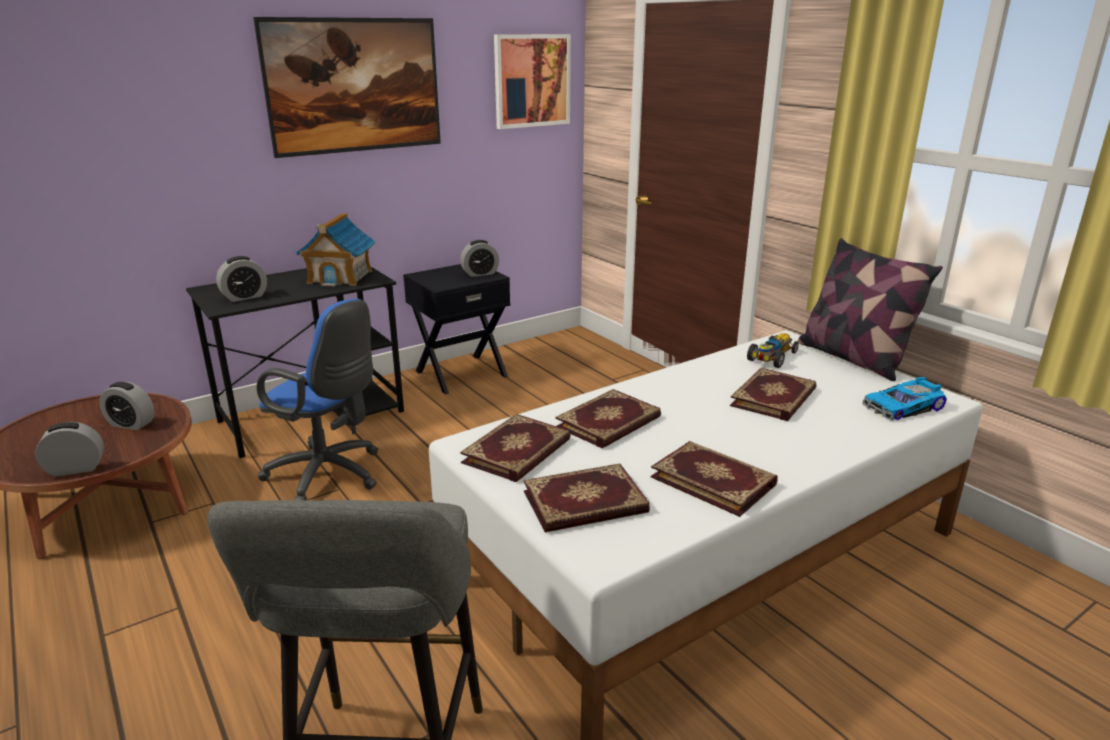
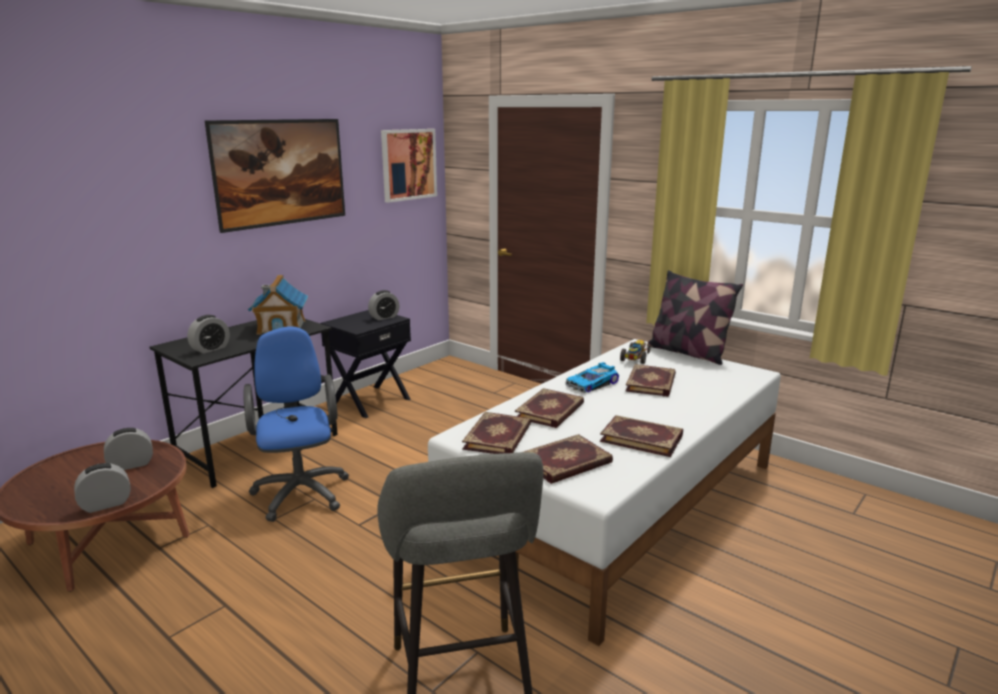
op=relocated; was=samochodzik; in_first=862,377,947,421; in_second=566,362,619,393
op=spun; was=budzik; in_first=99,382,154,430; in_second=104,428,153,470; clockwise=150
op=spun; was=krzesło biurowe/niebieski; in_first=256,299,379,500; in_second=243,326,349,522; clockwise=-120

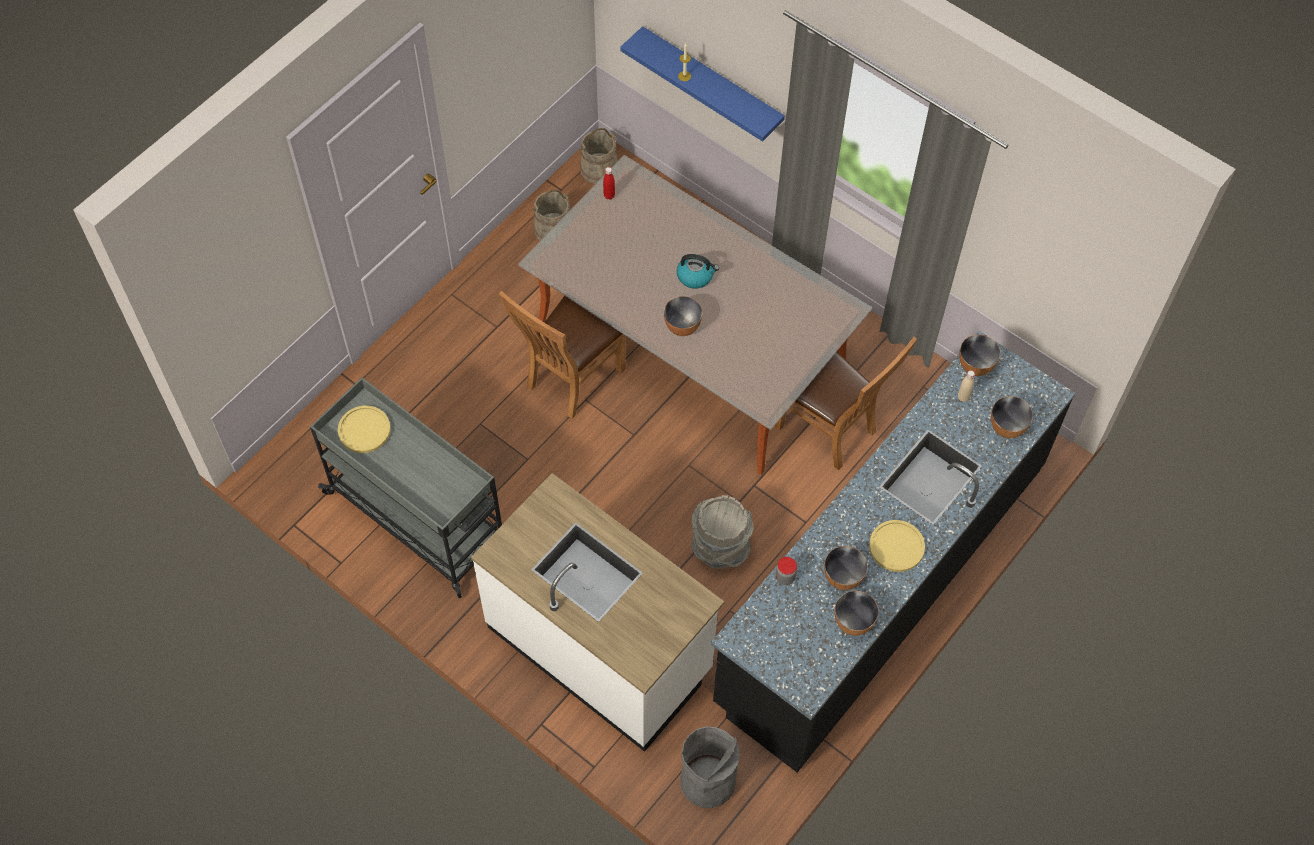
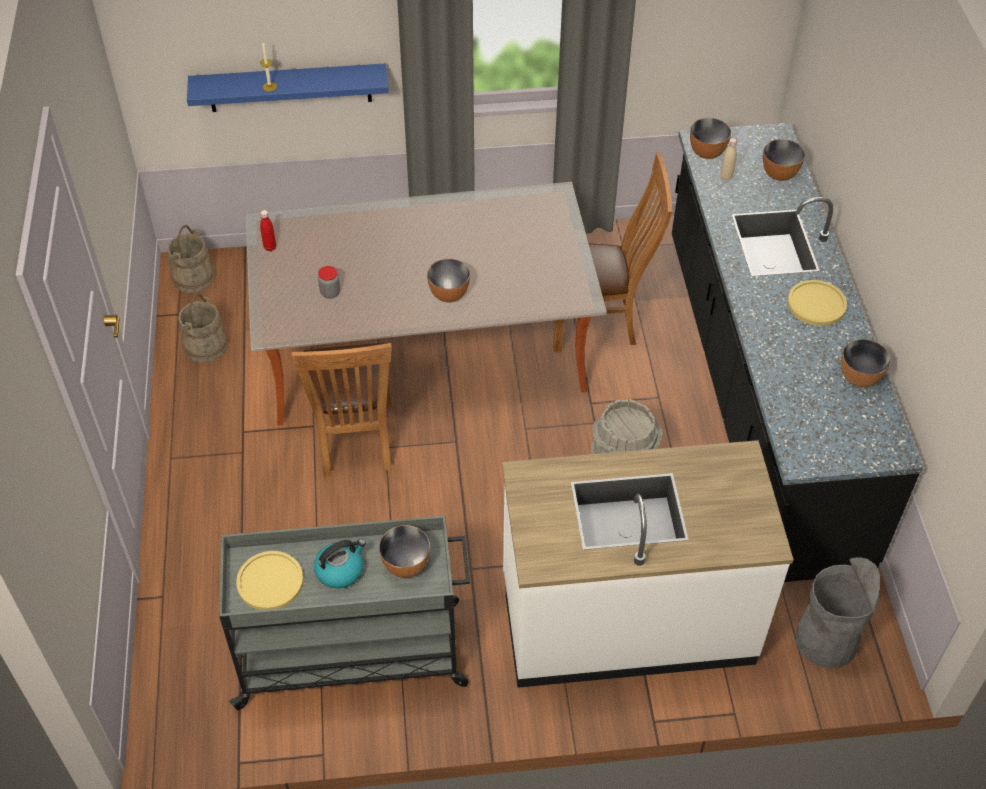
op=relocated; was=czajnik; in_first=677,254,719,289; in_second=314,539,366,589
op=relocated; was=słoik; in_first=775,557,797,585; in_second=318,266,340,298
op=relocated; was=miska; in_first=824,546,868,590; in_second=379,525,430,578

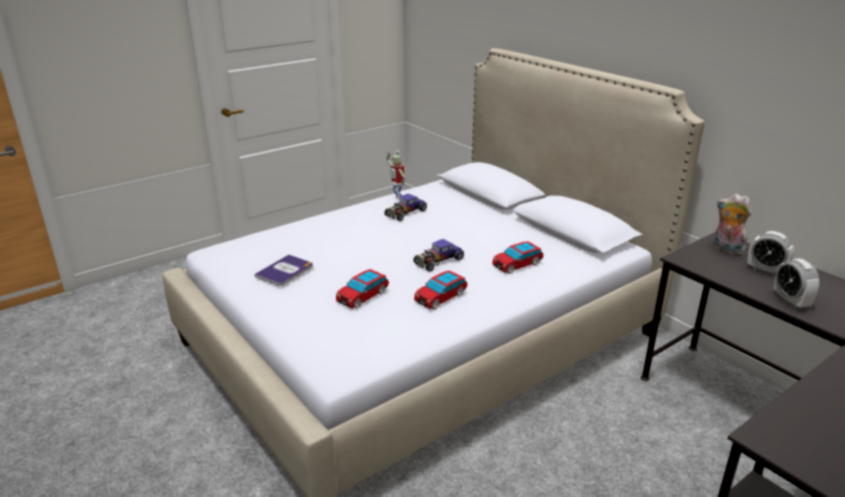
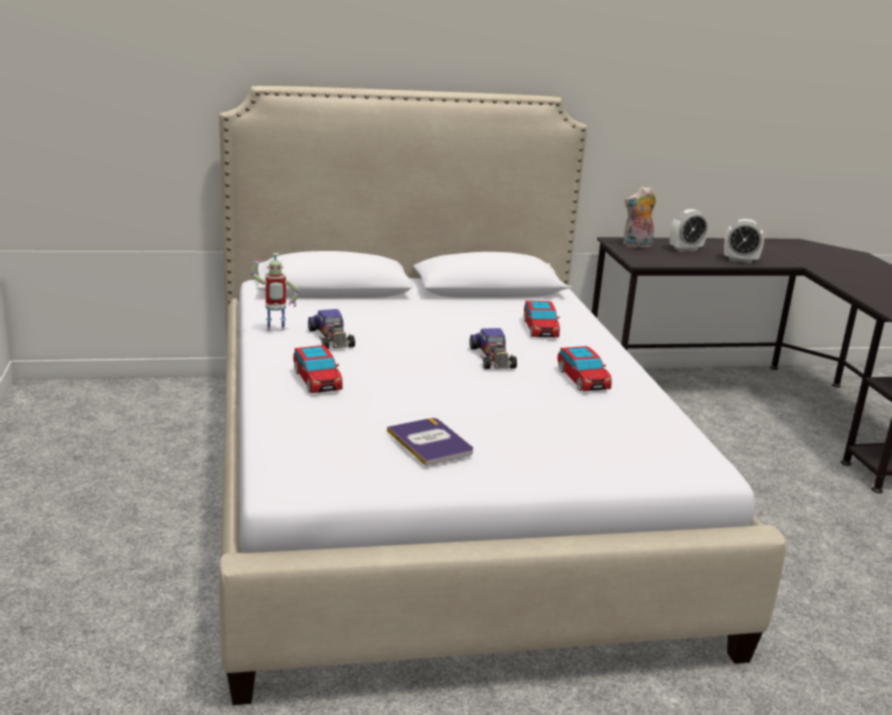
op=relocated; was=samochodzik; in_first=336,269,389,309; in_second=293,345,343,393

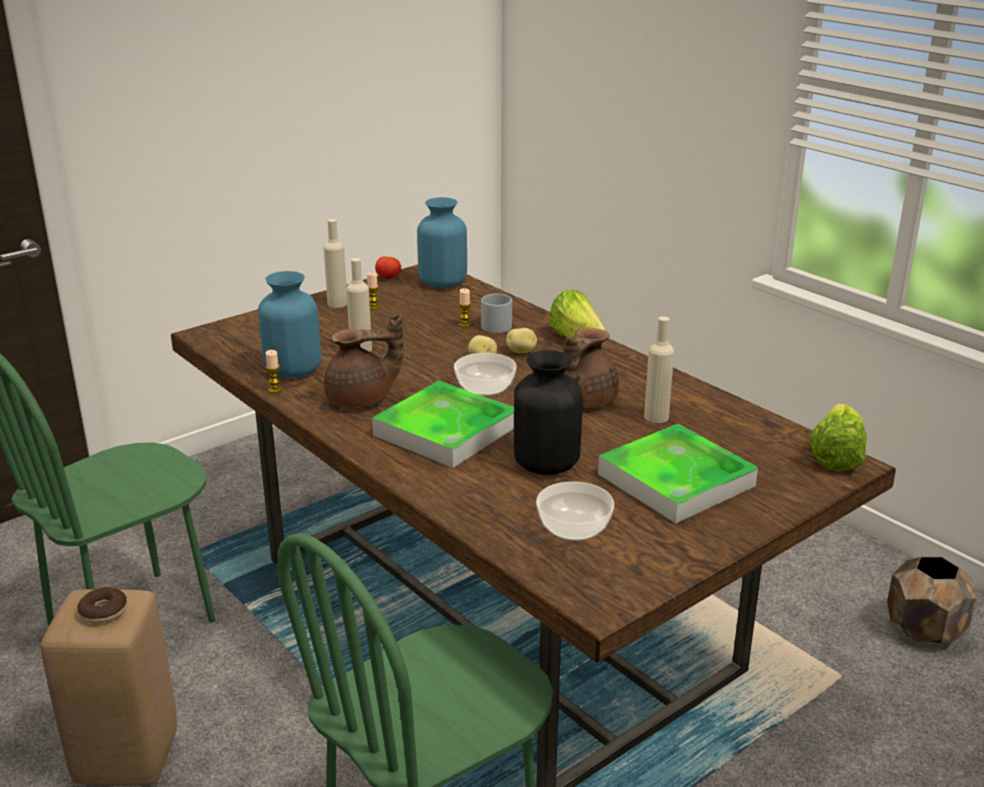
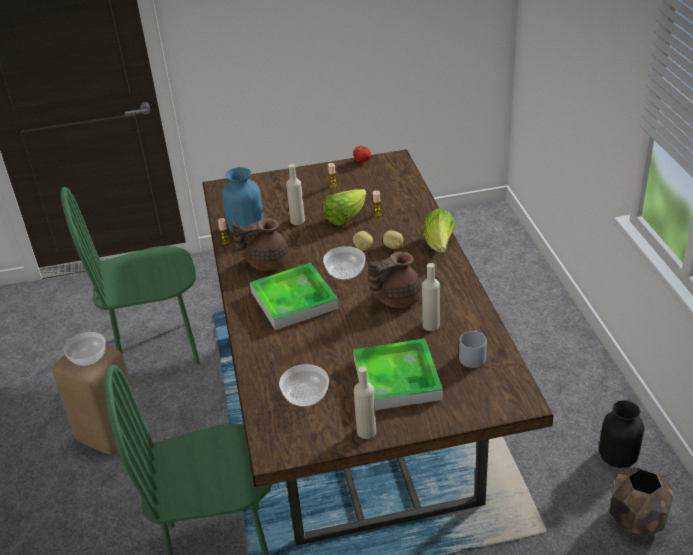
op=missing; was=wazon/niebieski; in_first=417,197,467,288
op=relocated; was=butelka/beżowy; in_first=323,219,347,308; in_second=354,366,376,439
op=relocated; was=kubek/szary; in_first=481,294,512,333; in_second=459,331,487,368
op=relocated; was=wazon/czarny; in_first=514,350,583,475; in_second=599,400,644,468
op=relocated; was=sałata; in_first=809,404,867,471; in_second=323,189,366,225
op=exchanged; was=donut; now=miska; in_first=77,587,127,623; in_second=64,332,106,367
op=spun; was=imbryk/brązowy; in_first=324,314,403,407; in_second=232,218,289,271; clockwise=150

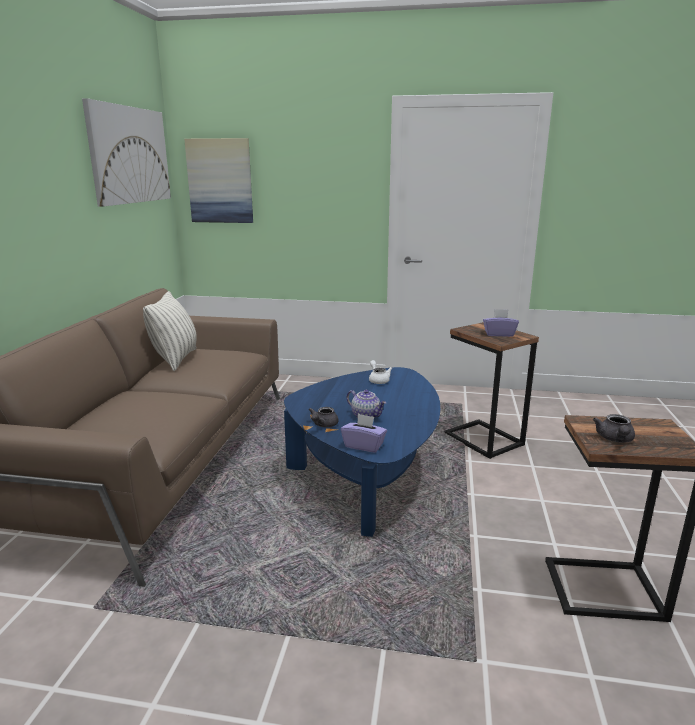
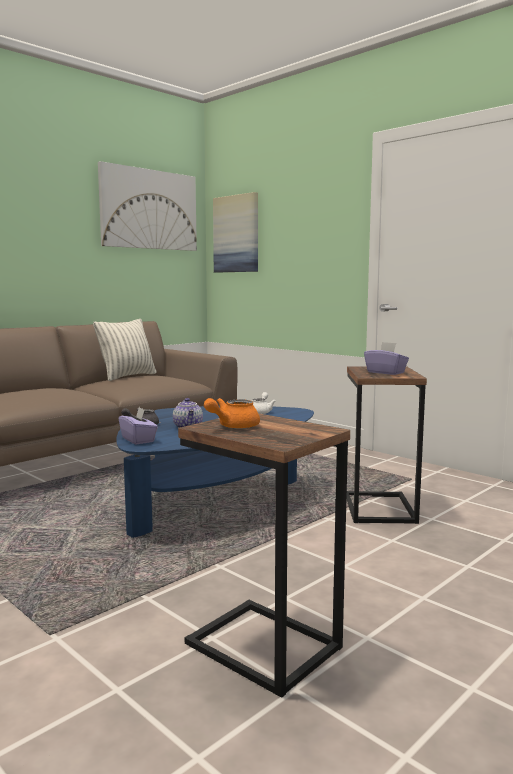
op=colour; was=imbryk/szary; now=imbryk/pomarańczowy; in_first=593,414,635,443; in_second=204,398,260,429

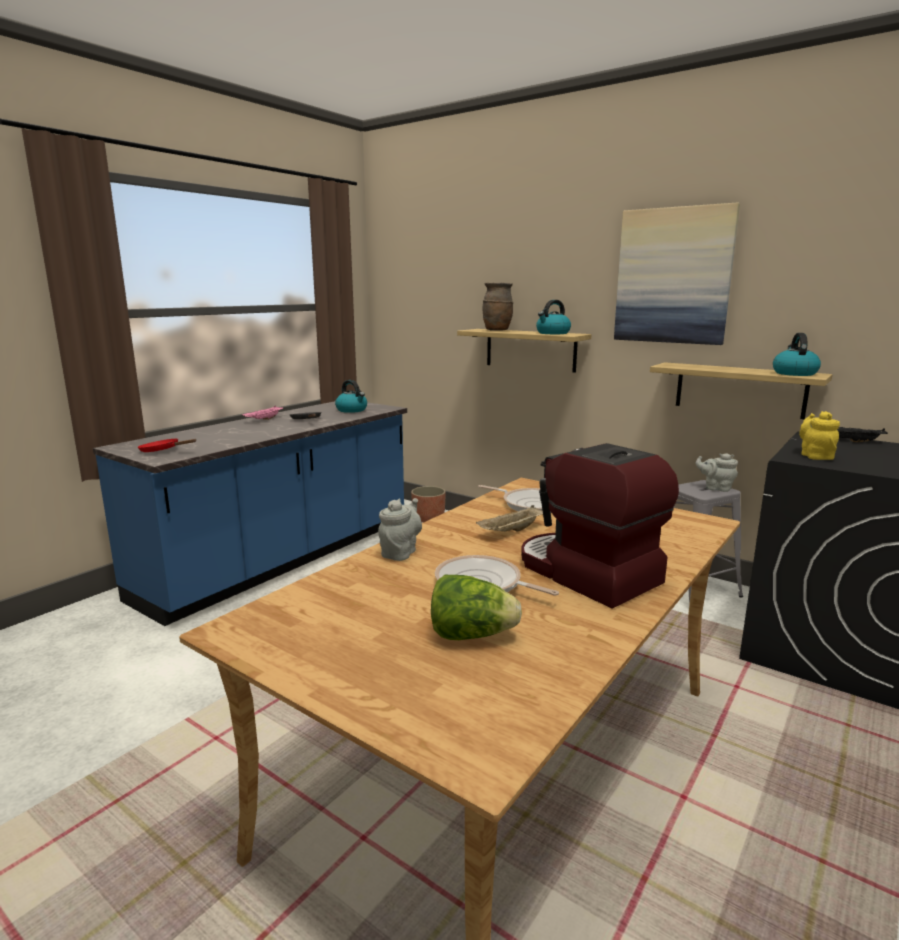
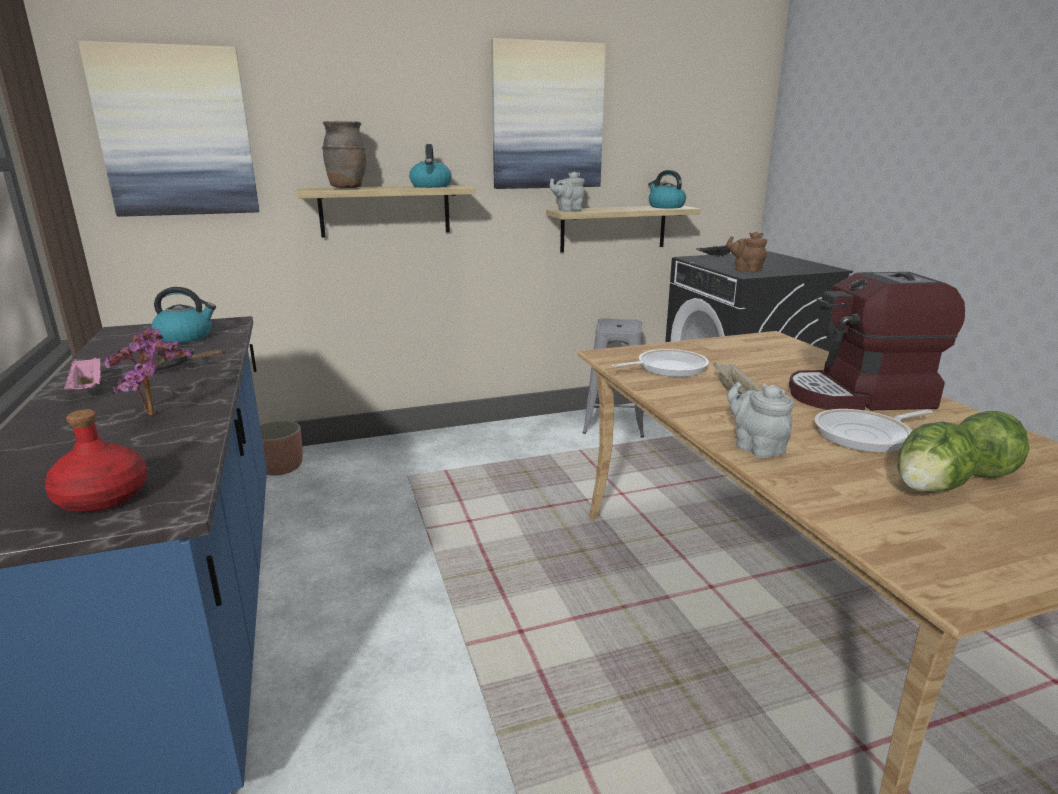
op=appeared; now=obraz; in_second=78,41,259,217
op=appeared; now=roślina doniczkowa; in_second=104,327,191,415
op=appeared; now=sałata; in_second=897,421,983,493
op=relocated; was=imbryk/szary; in_first=696,453,738,492; in_second=550,172,585,212
op=exchanged; was=patelnia/czerwony; now=butelka/czerwony; in_first=138,439,196,452; in_second=45,409,148,512
op=colour; was=imbryk/żółty; now=imbryk/brązowy; in_first=799,411,840,460; in_second=727,232,767,272

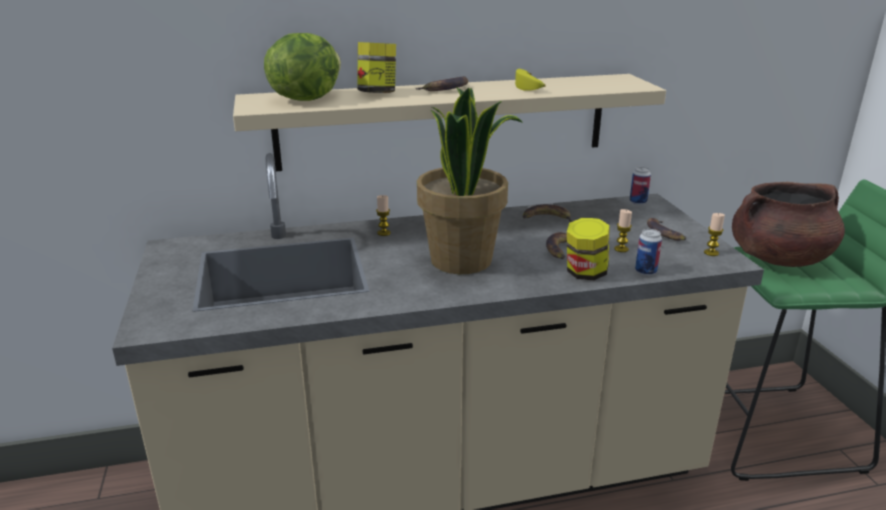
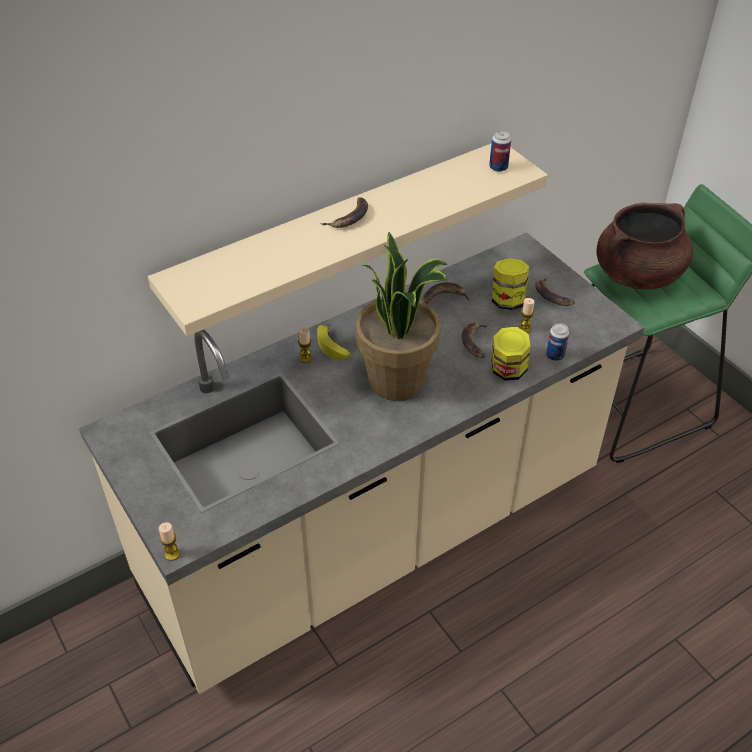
op=missing; was=sałata; in_first=264,33,341,101
op=relocated; was=słoik; in_first=357,42,396,93; in_second=492,258,529,310
op=relocated; was=banan; in_first=515,69,545,91; in_second=317,324,351,360
op=relocated; was=puszka; in_first=630,167,651,205; in_second=489,130,511,172
op=relocated; was=świeca; in_first=704,213,725,256; in_second=159,522,180,561

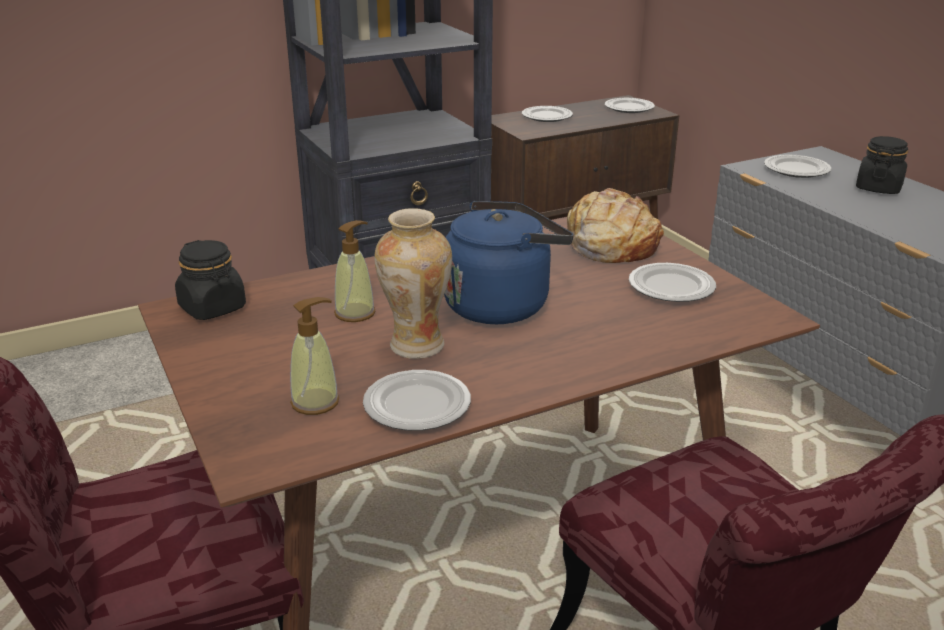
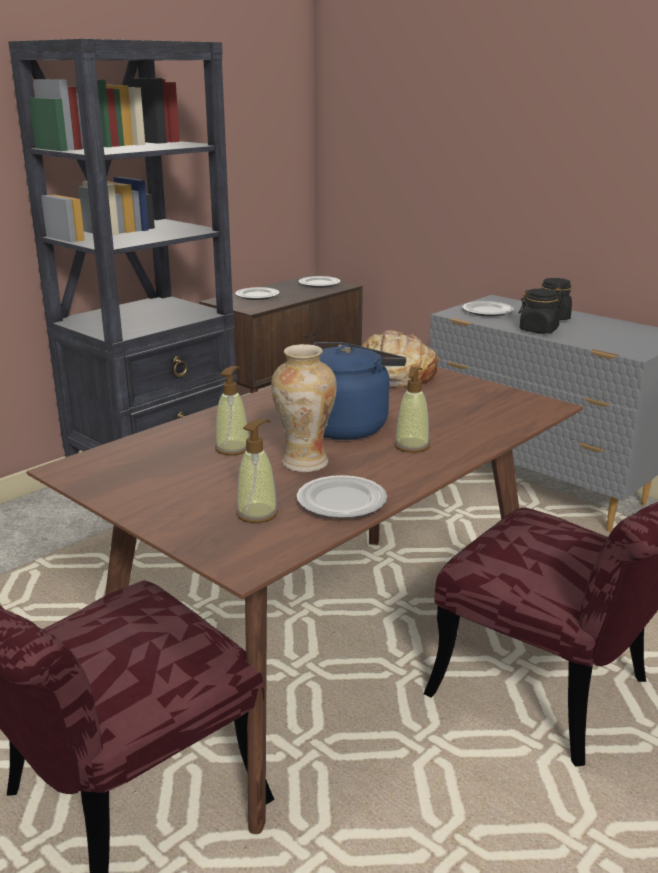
op=missing; was=talerz; in_first=629,263,716,302
op=appeared; now=dozownik mydła; in_second=394,367,430,453
op=relocated; was=słoik/czarny; in_first=175,240,246,320; in_second=519,289,565,334

